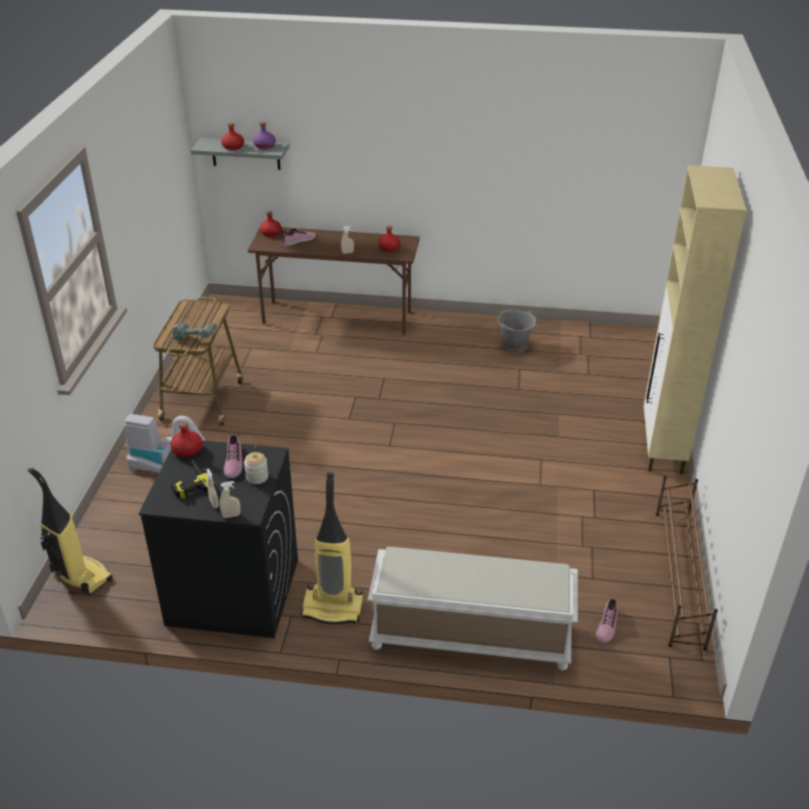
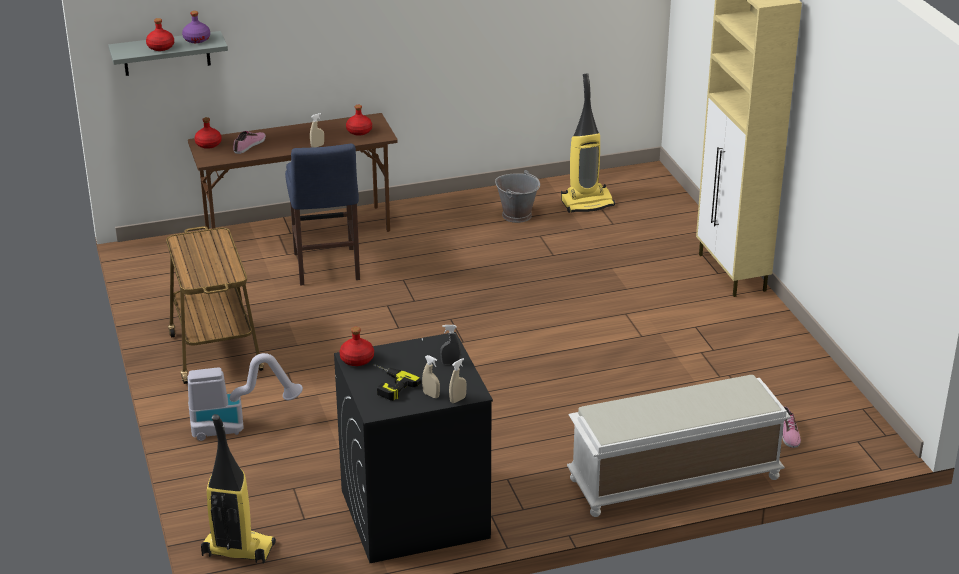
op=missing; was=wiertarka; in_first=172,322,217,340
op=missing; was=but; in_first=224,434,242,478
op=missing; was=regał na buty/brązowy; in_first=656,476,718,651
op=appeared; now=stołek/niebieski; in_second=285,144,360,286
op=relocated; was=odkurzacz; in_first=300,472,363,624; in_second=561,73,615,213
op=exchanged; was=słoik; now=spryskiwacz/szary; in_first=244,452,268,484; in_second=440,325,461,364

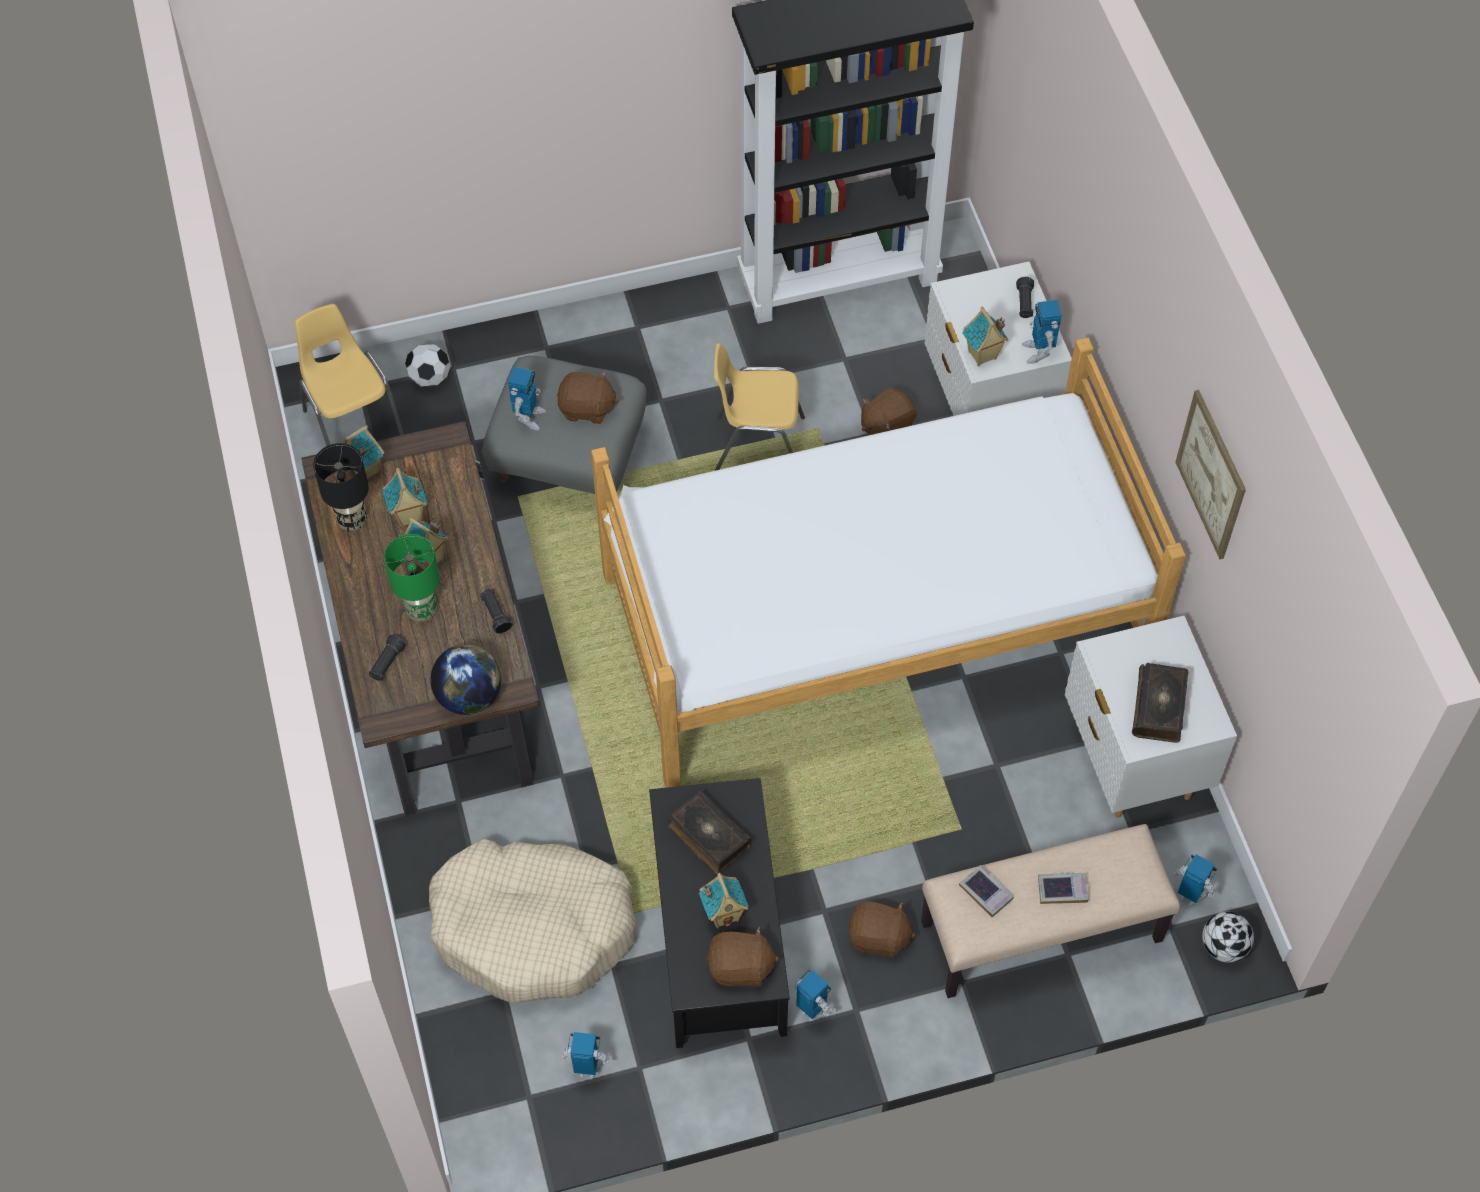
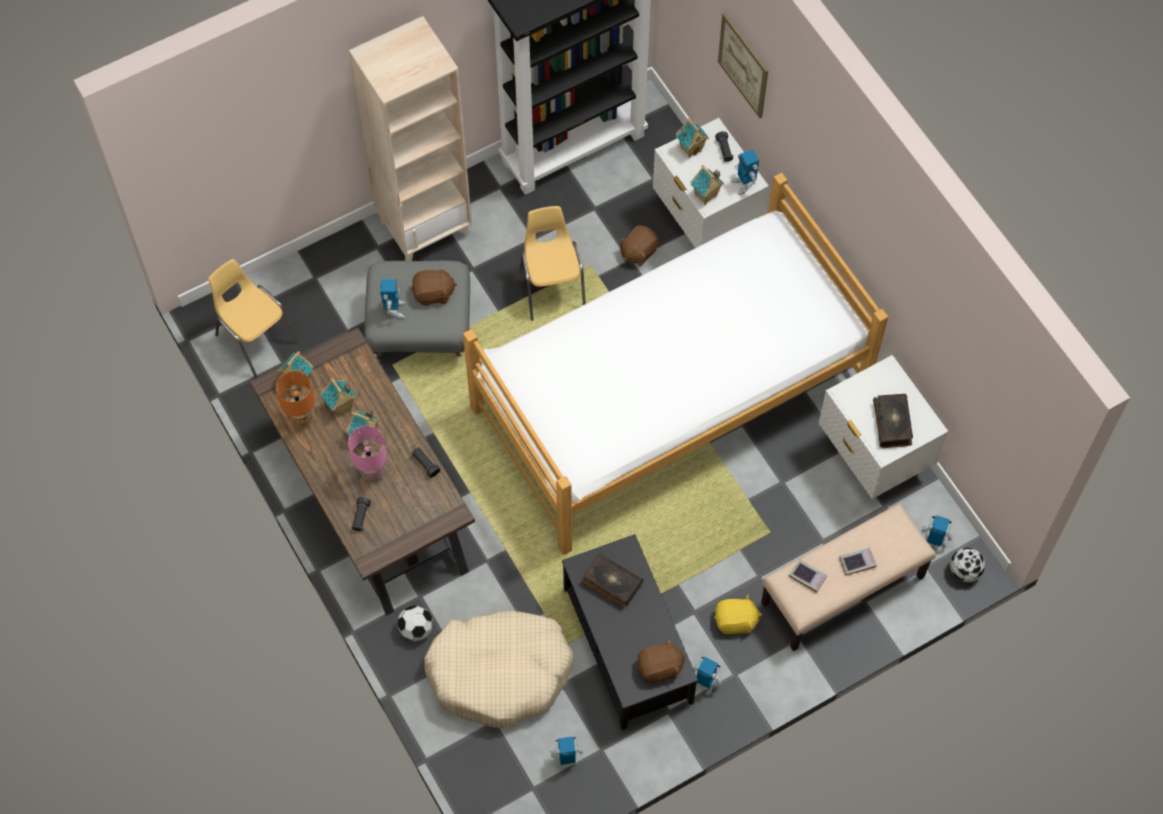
op=missing; was=globus; in_first=430,644,501,715
op=appeared; now=regał/beżowy; in_second=349,16,472,261
op=relocated; was=piłka futbolowa; in_first=405,344,450,387; in_second=398,605,433,641
op=relocated; was=domek; in_first=699,873,749,928; in_second=676,118,709,158
op=relocated; was=obraz; in_first=1175,390,1246,559; in_second=718,13,768,118
op=colour; was=lampa stołowa/czarny; now=lampa stołowa/pomarańczowy; in_first=313,443,369,531; in_second=276,371,315,428
op=colour; was=lampa stołowa/zielony; now=lampa stołowa/różowy; in_first=384,534,440,622; in_second=348,426,387,482
op=colour; was=pluszak/brązowy; now=pluszak/żółty; in_first=848,902,916,958; in_second=714,595,762,634
op=spun; was=krzesło/żółty; in_first=714,343,805,471; in_second=520,206,586,321; clockwise=90

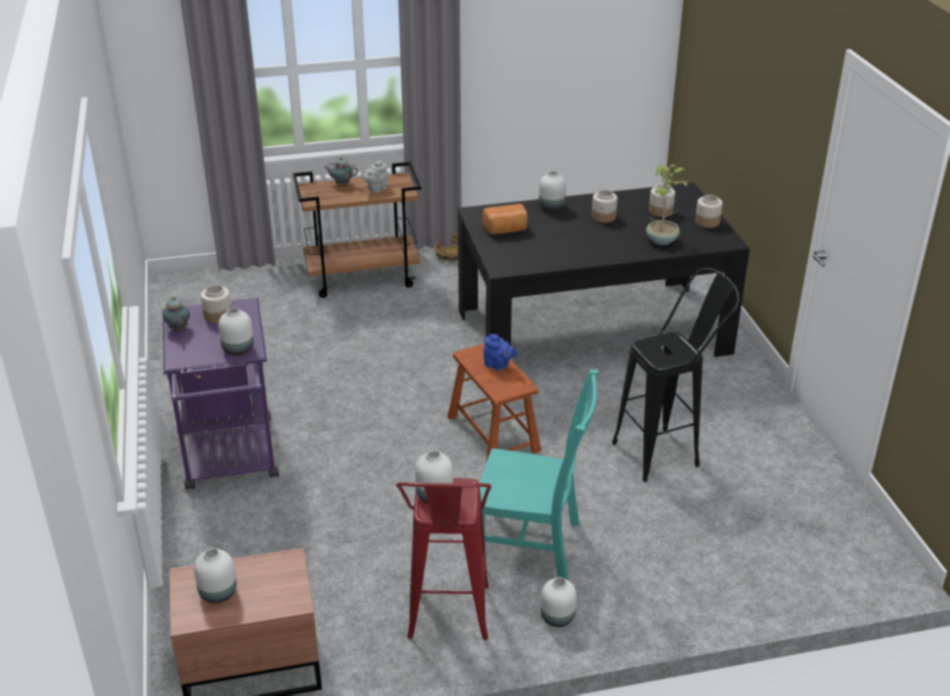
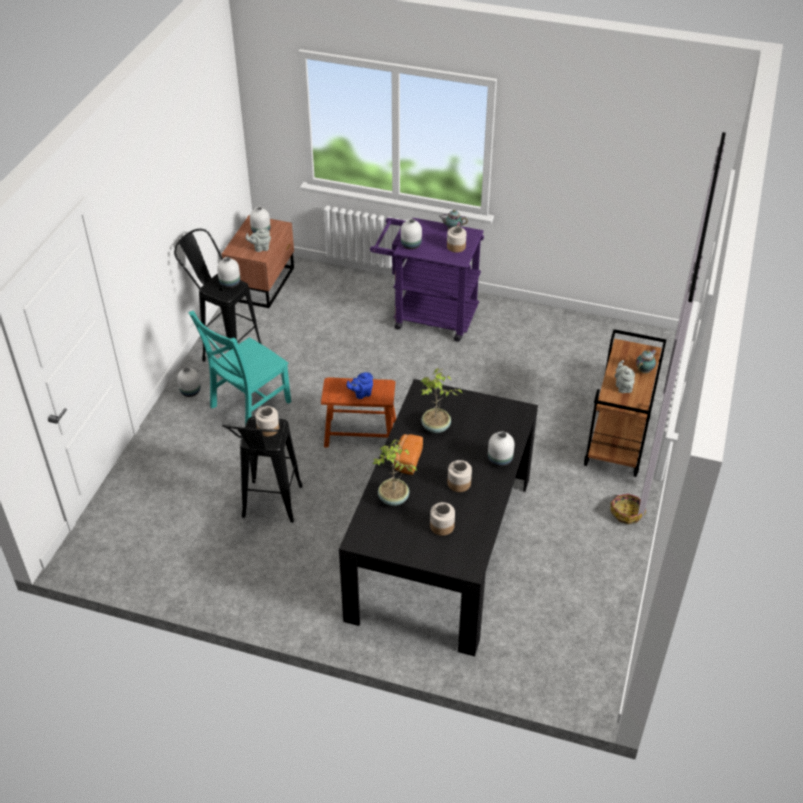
op=appeared; now=imbryk/szary; in_second=246,228,271,252
op=appeared; now=roślina doniczkowa; in_second=421,368,462,433
op=relocated; was=chleb; in_first=482,204,528,234; in_second=394,434,423,475
op=relocated; was=słoik; in_first=695,195,722,228; in_second=255,406,279,437
op=colour; was=stołek/czerwony; now=stołek/czarny; in_first=396,478,491,640; in_second=174,229,262,362

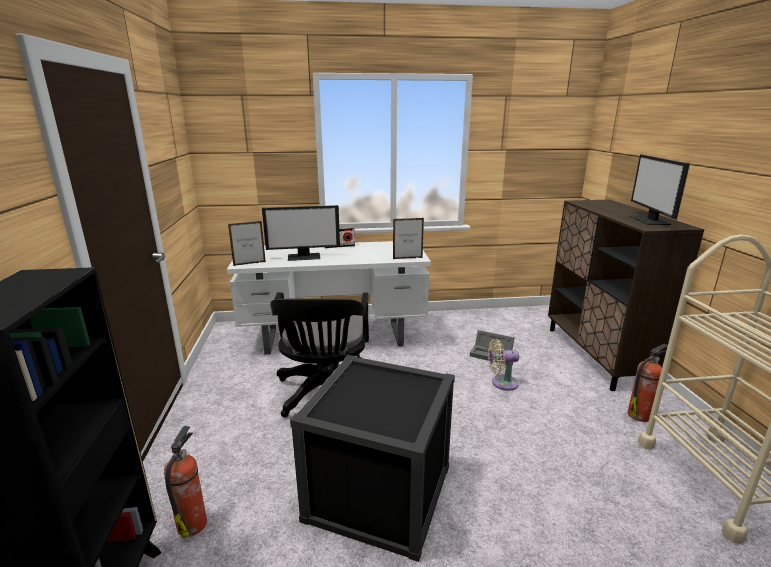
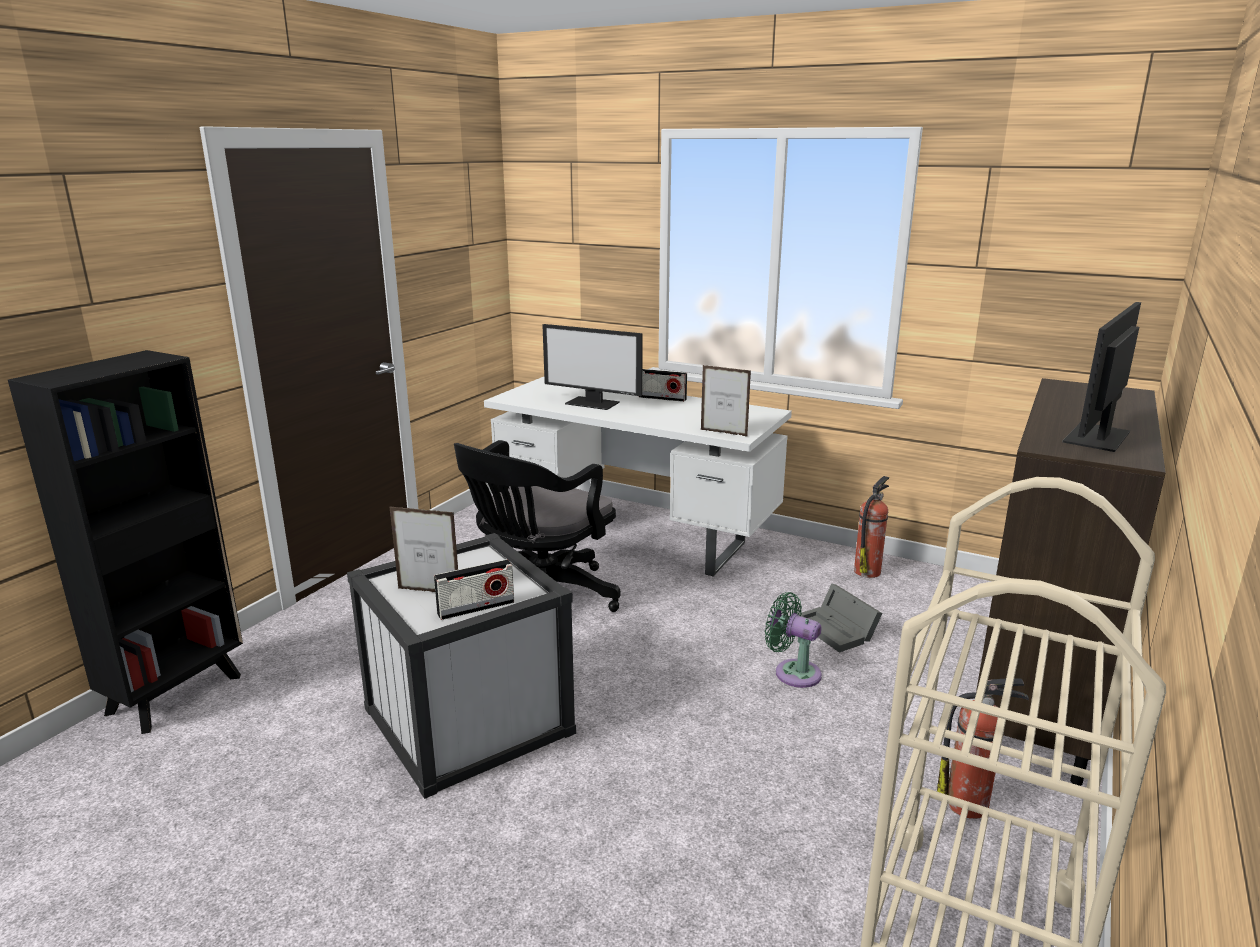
op=appeared; now=radio; in_second=434,559,514,620
op=relocated; was=gaśnica; in_first=164,426,207,538; in_second=854,476,889,578
op=relocated; was=ramka na zdjęcie; in_first=228,221,266,266; in_second=389,506,458,592
op=colour; was=pojemnik do przechowywania/czarny; now=pojemnik do przechowywania/biały; in_first=290,355,455,562; in_second=347,533,576,799
op=colour; was=wentylator/beżowy; now=wentylator/zielony; in_first=488,339,519,391; in_second=765,592,822,688

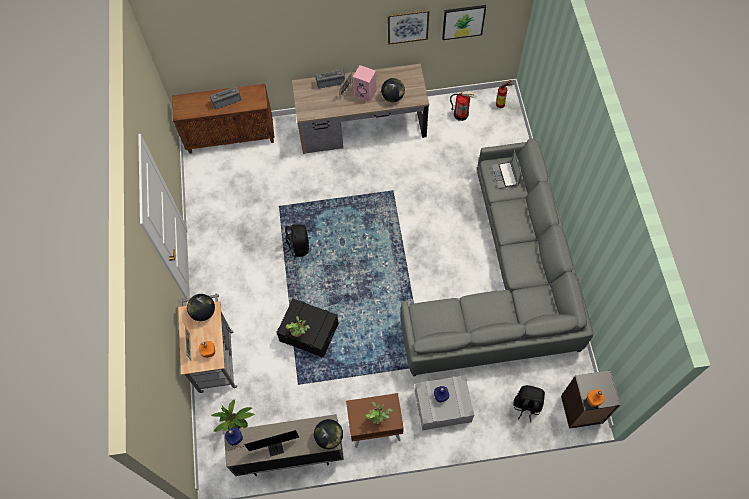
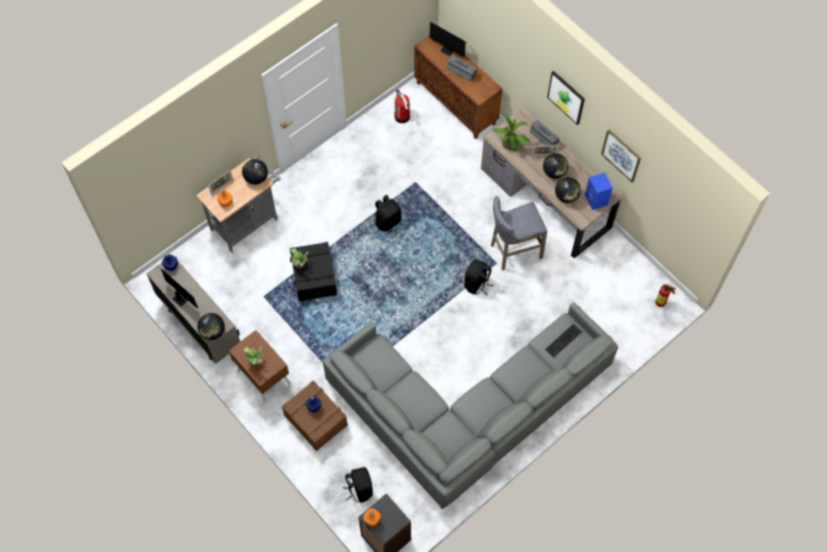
op=appeared; now=monitor; in_second=429,22,477,57
op=appeared; now=plecak/czarny; in_second=464,259,493,295
op=appeared; now=stołek/szary; in_second=491,196,547,271
op=appeared; now=głośnik/niebieski; in_second=585,172,613,210
op=relocated; was=roślina doniczkowa; in_first=211,400,255,432; in_second=493,113,531,151
op=relocated; was=obraz; in_first=442,5,486,40; in_second=547,71,585,125
op=relocated; was=gaśnica; in_first=450,92,477,121; in_second=394,90,410,123
op=exchanged; was=głośnik/różowy; now=globus; in_first=353,65,377,102; in_second=543,153,568,179
op=exchanged; was=laptop; now=klawiatura; in_first=492,151,522,189; in_second=545,324,582,358
op=colour; was=pojemnik do przechowywania/szary; now=pojemnik do przechowywania/brązowy; in_first=415,375,474,430; in_second=282,380,348,451

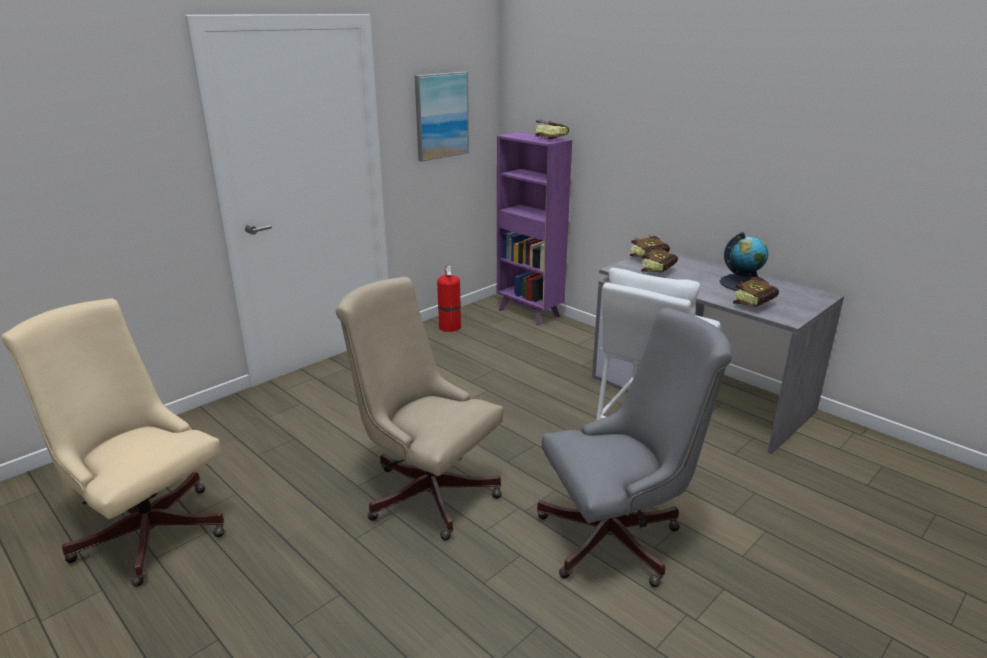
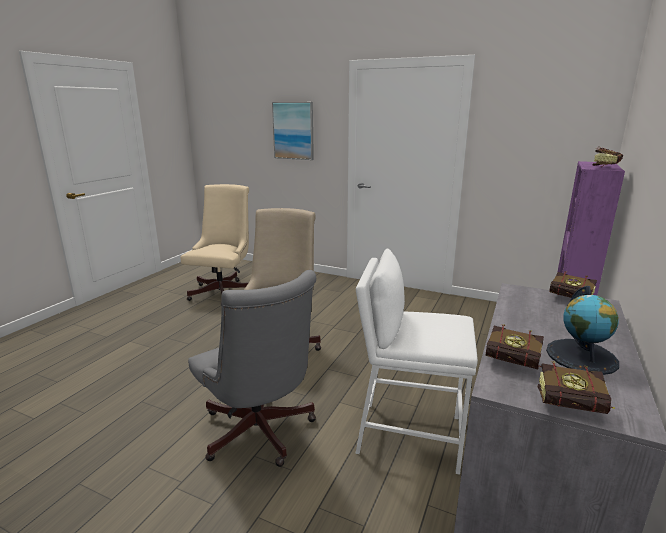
op=missing; was=gaśnica; in_first=437,265,461,332
op=relocated; was=obraz; in_first=415,72,469,162; in_second=272,102,314,160
op=relocated; was=książka; in_first=641,247,678,273; in_second=538,361,615,414

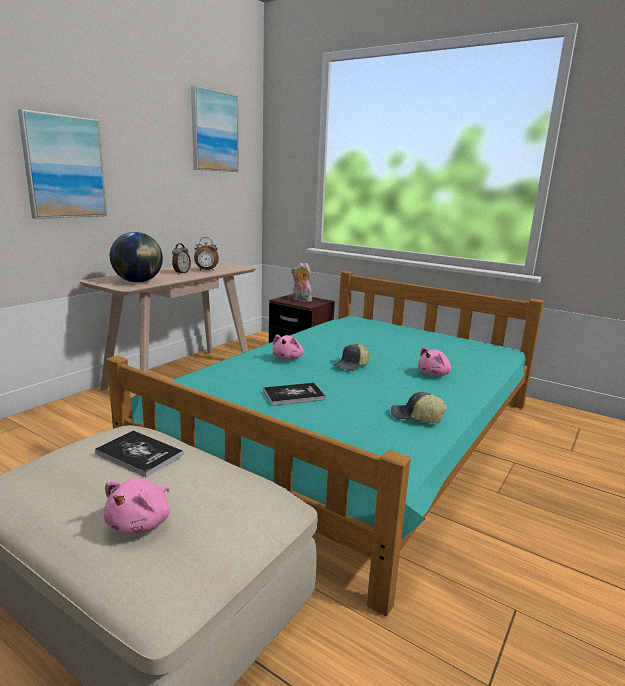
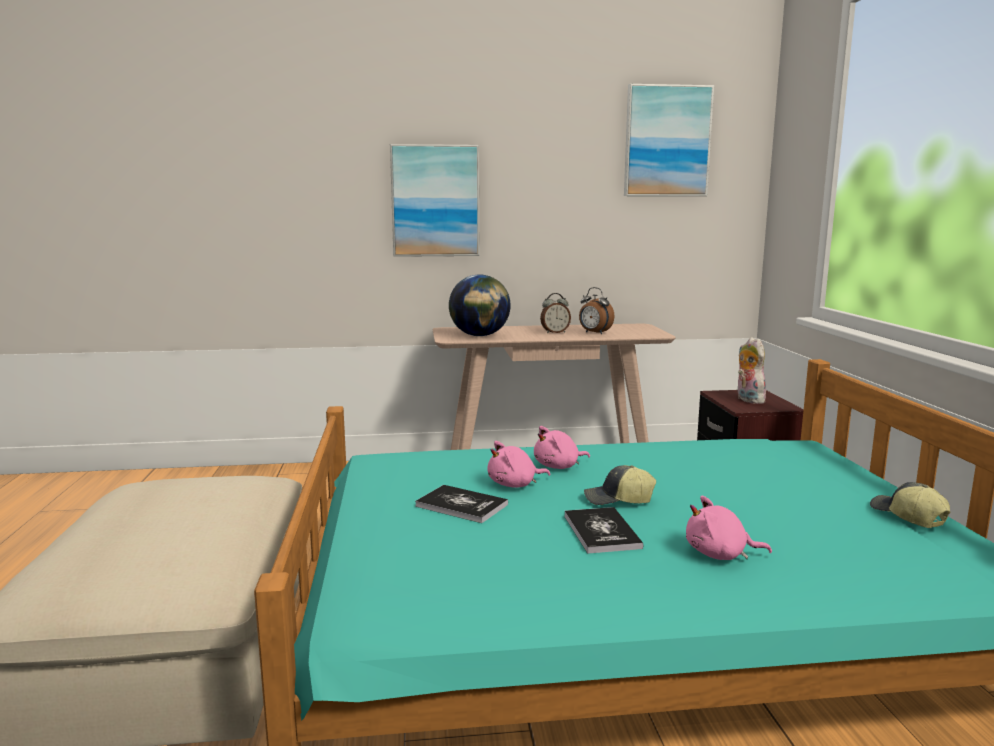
op=relocated; was=książka; in_first=95,431,183,477; in_second=564,507,643,554
op=relocated; was=pluszak/różowy; in_first=104,478,170,534; in_second=488,441,550,488
op=relocated; was=czapka z daszkiem; in_first=391,392,448,423; in_second=870,482,950,528

